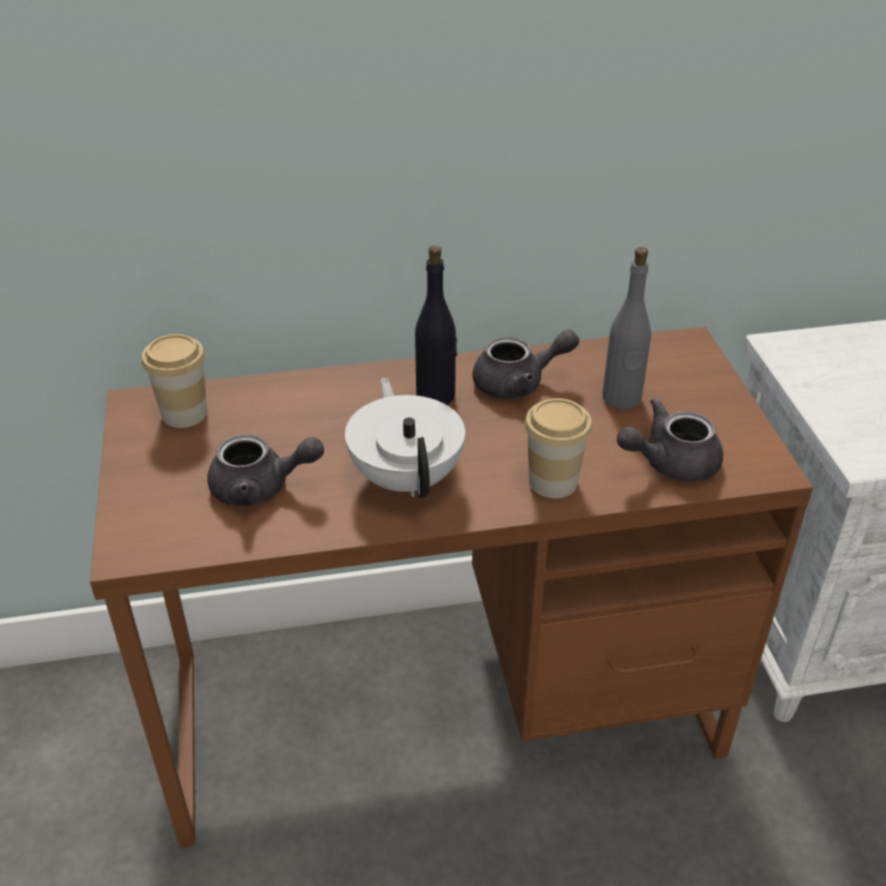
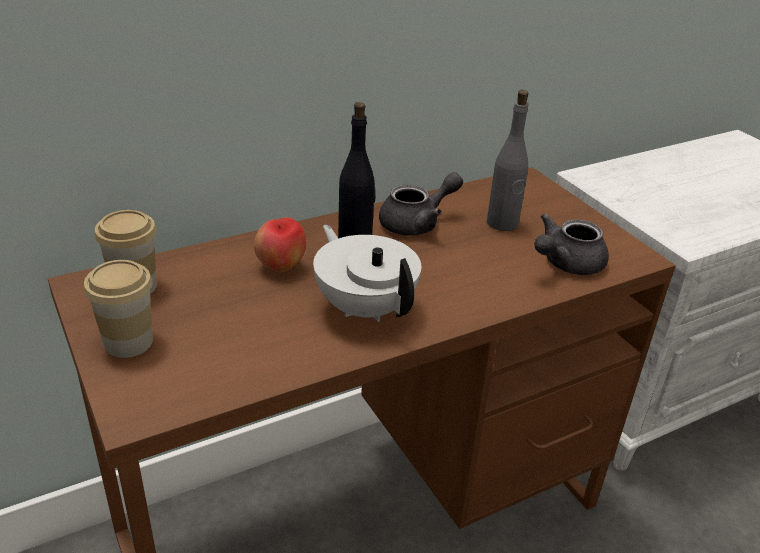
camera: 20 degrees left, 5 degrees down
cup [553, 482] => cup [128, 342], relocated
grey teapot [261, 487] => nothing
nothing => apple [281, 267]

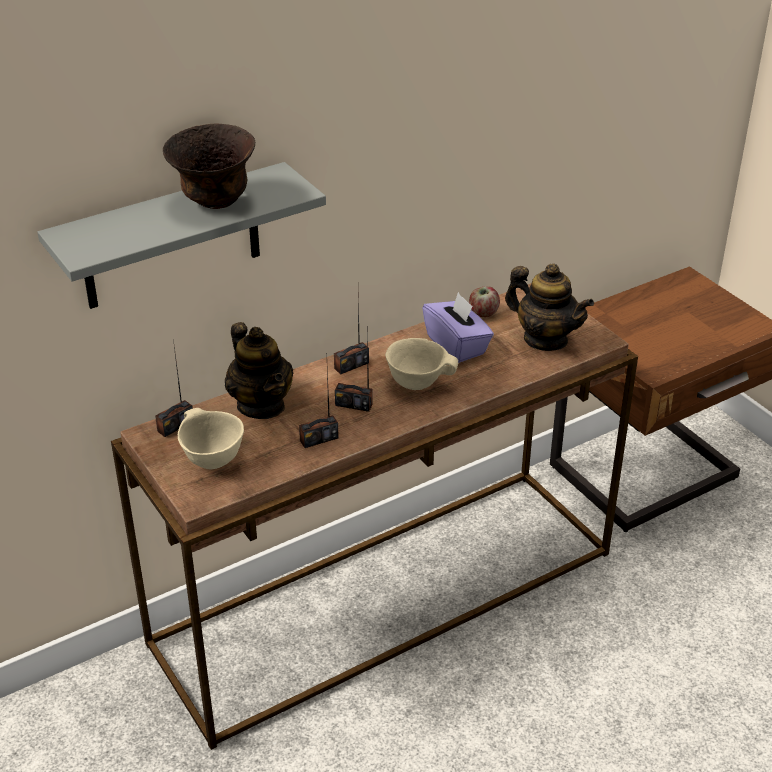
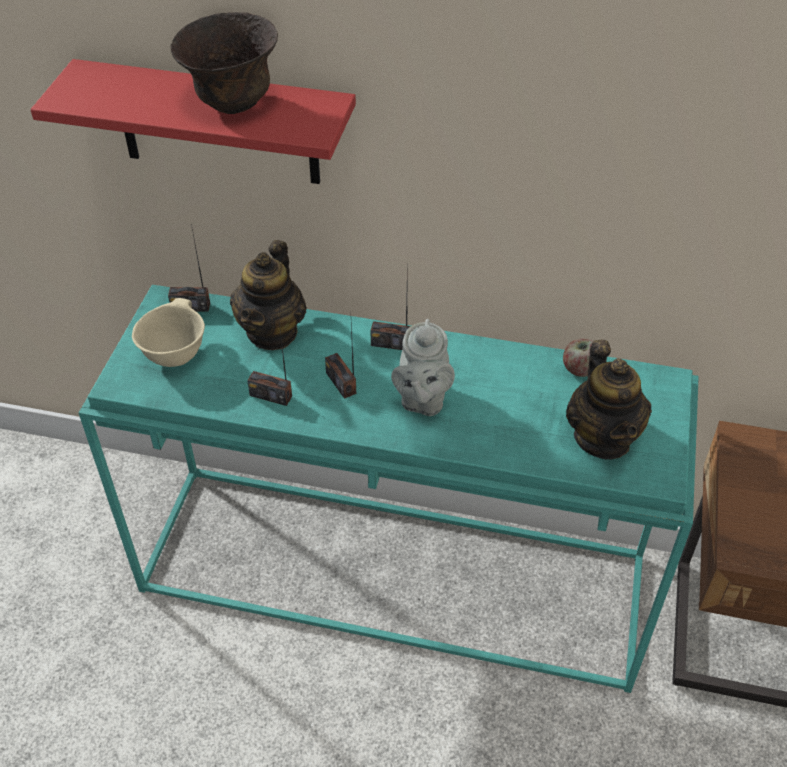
camera: 45 degrees right, 10 degrees up
grey shelf [171, 238] => red shelf [217, 123]
brown console table [386, 594] => turquoise console table [397, 571]
purple tissue box [457, 345] => nothing
beige bowl [417, 382] => grey teapot [422, 399]

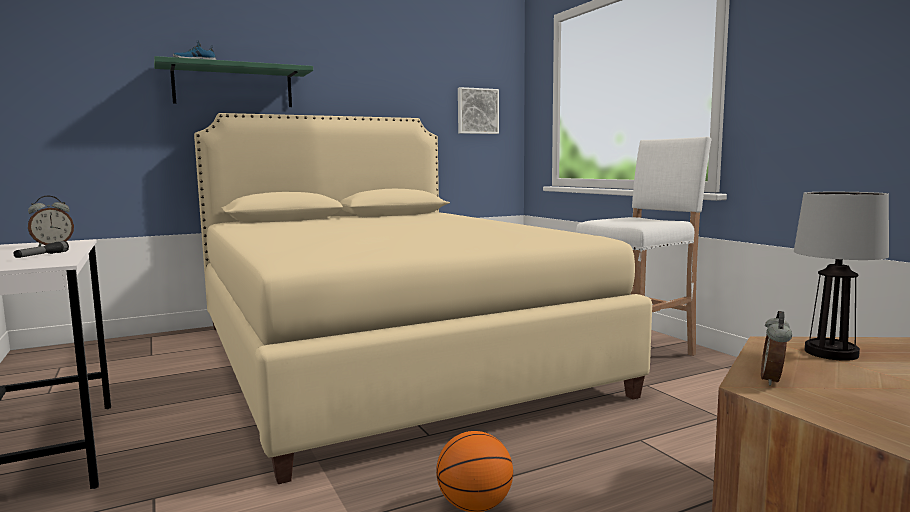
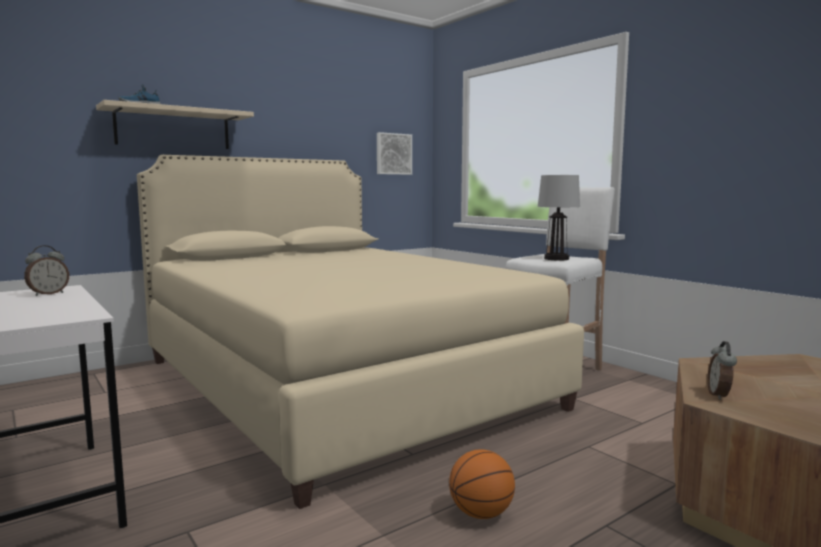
camera: 10 degrees left, 0 degrees up
green shelf [233, 86] => beige shelf [173, 128]
table lamp [832, 353] => table lamp [557, 259], relocated
flashlight [42, 255] => nothing

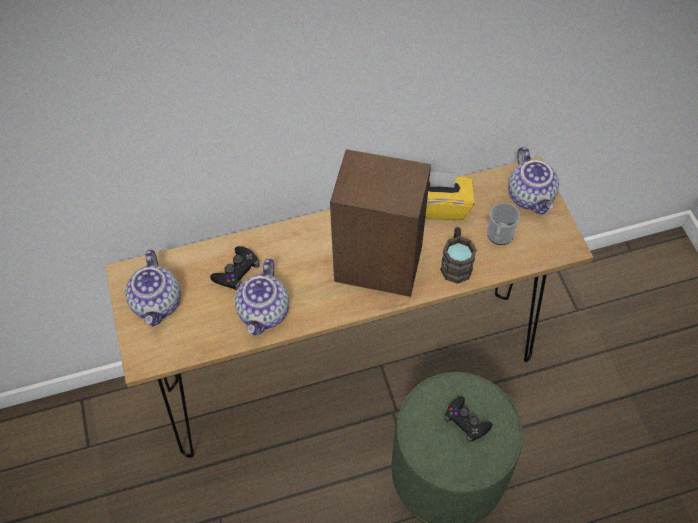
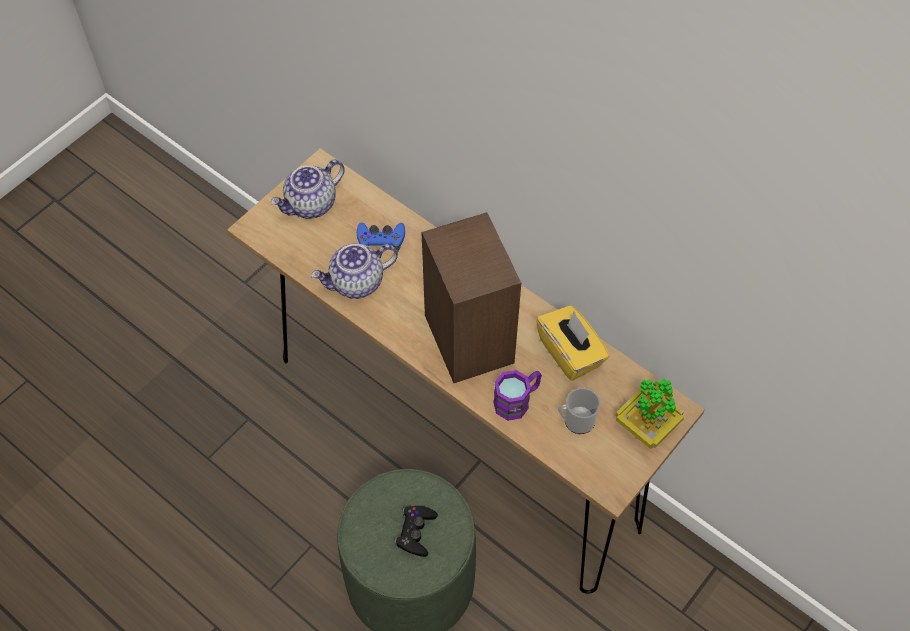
camera: 55 degrees right, 0 degrees up
teapot [531, 196] => potted plant [646, 425]
brown mug [456, 263] => purple mug [517, 400]
black game controller [236, 271] => blue game controller [381, 239]

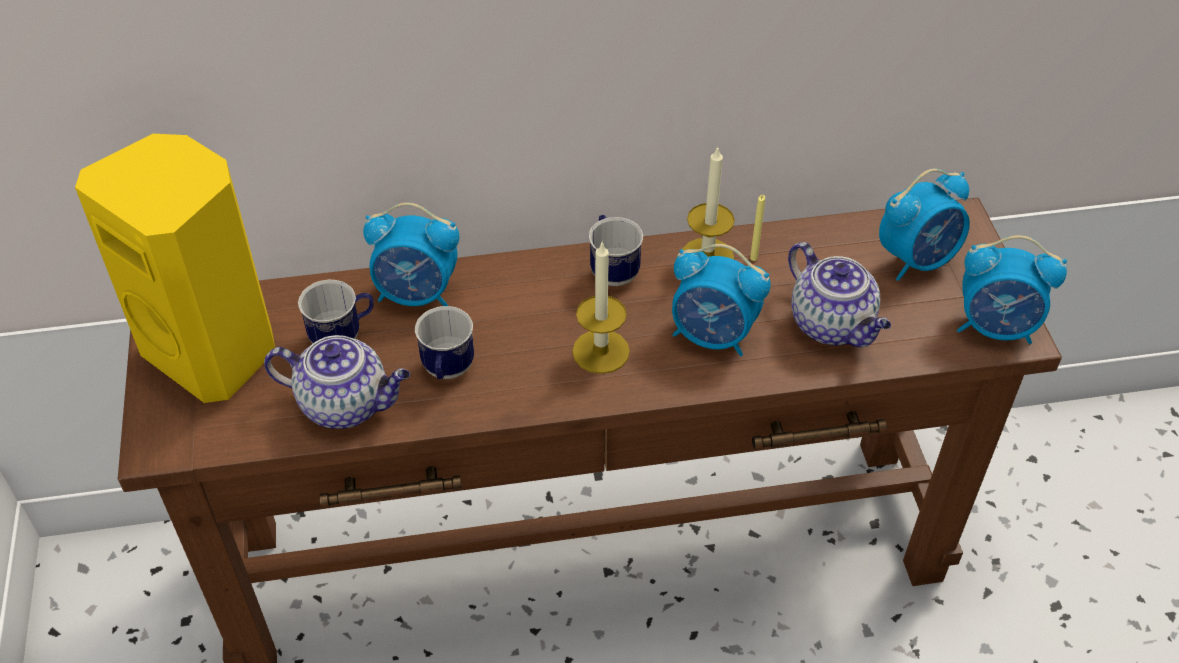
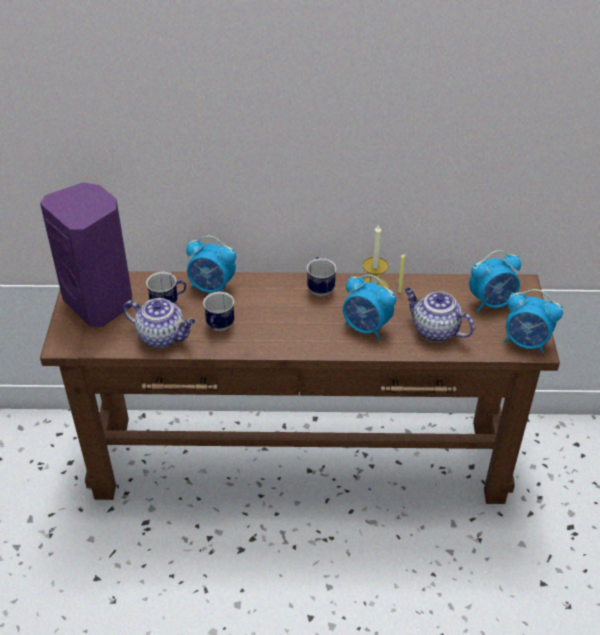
camera: 10 degrees right, 5 degrees down
yellow speaker [215, 351] => purple speaker [101, 303]
teapot [833, 325] => teapot [434, 330], 150 degrees clockwise
candle [601, 351] => nothing

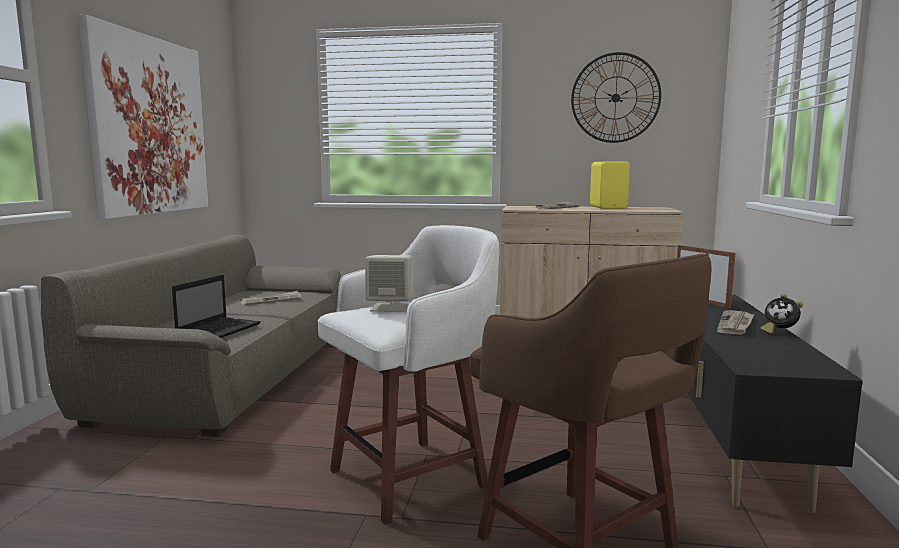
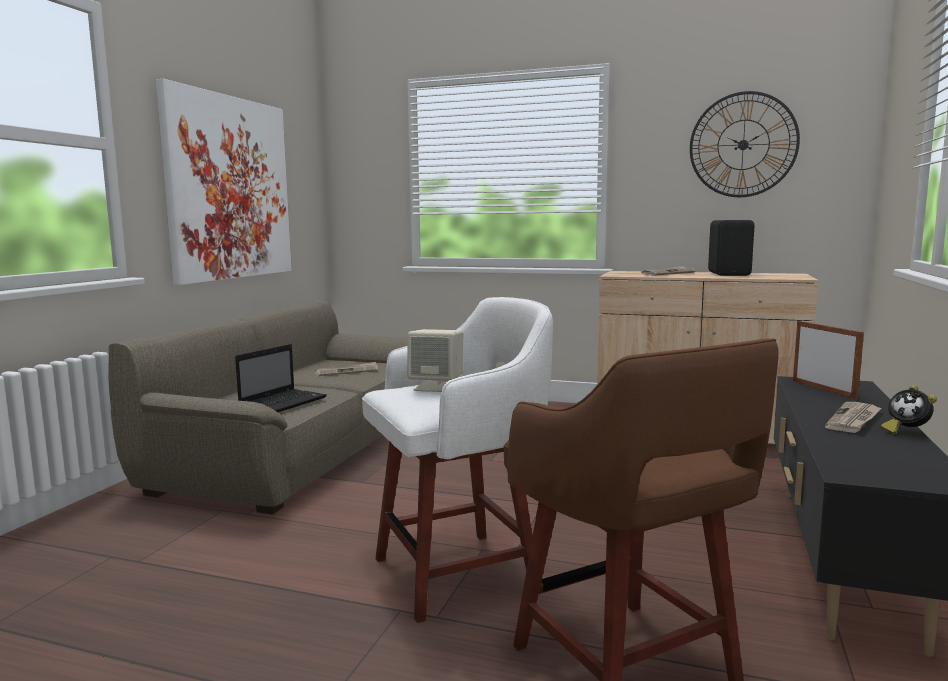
camera: 10 degrees right, 0 degrees up
yellow speaker [609, 208] => black speaker [730, 274]

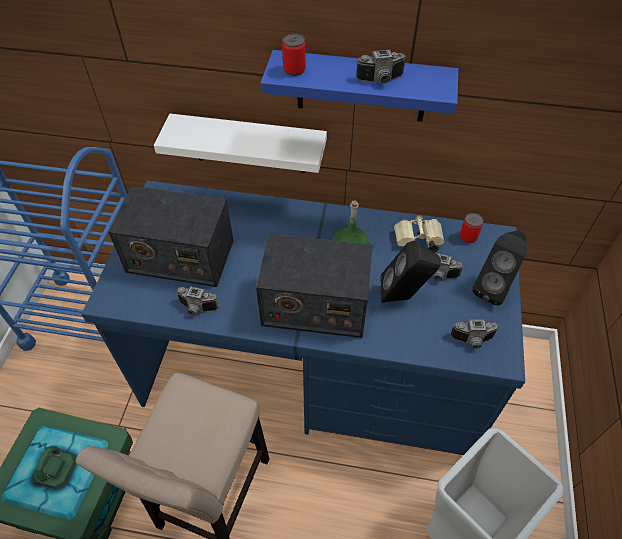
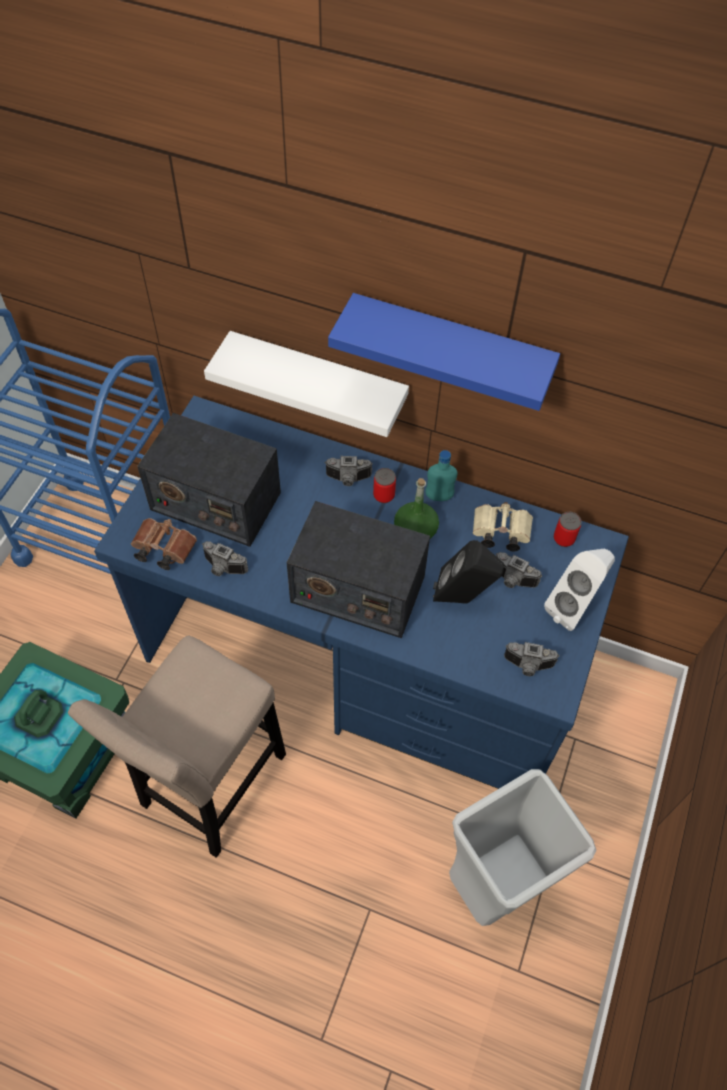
camera: 10 degrees right, 5 degrees up
can [294, 70] => can [384, 495], relocated
photo camera [381, 80] => photo camera [348, 480], relocated
black speaker [493, 287] => white speaker [573, 607]
nothing => turquoise bottle [439, 496]
nothing => brown binoculars [162, 549]

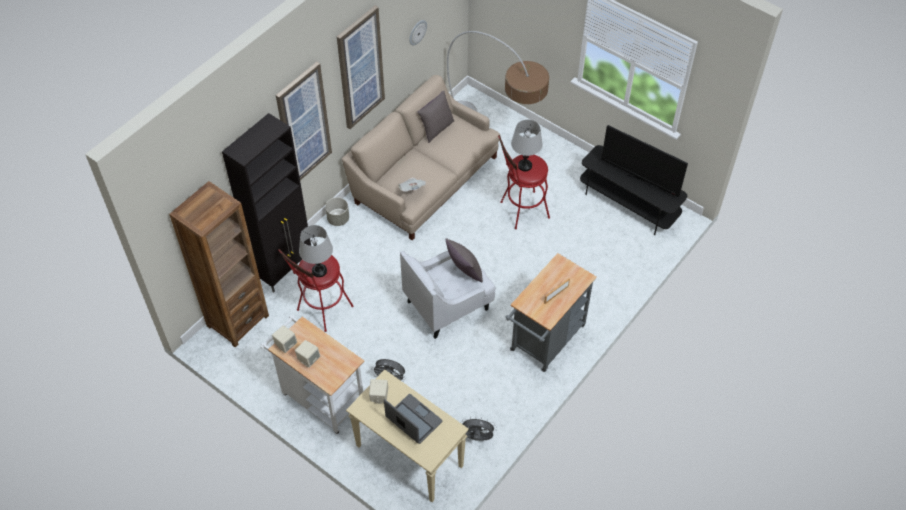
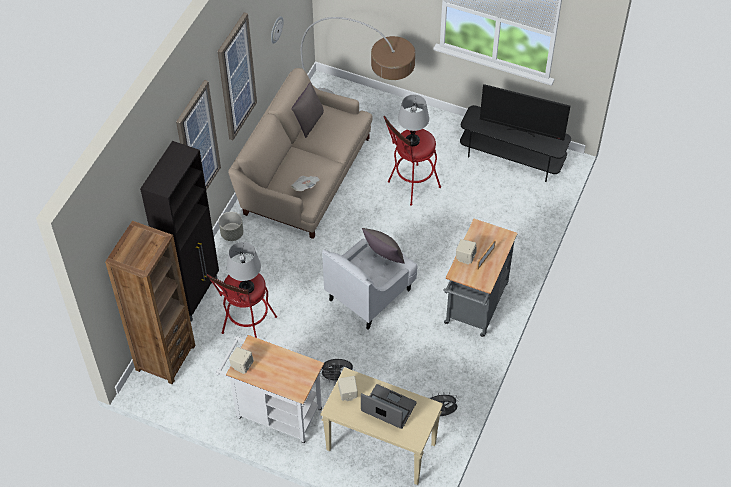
camera: 15 degrees left, 0 degrees up
beige speaker [308, 359] => beige speaker [465, 257], relocated

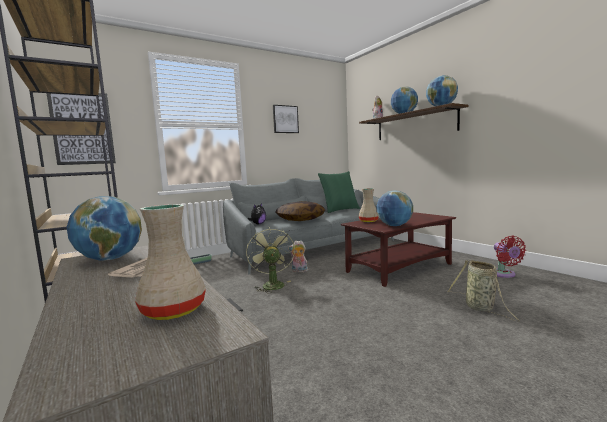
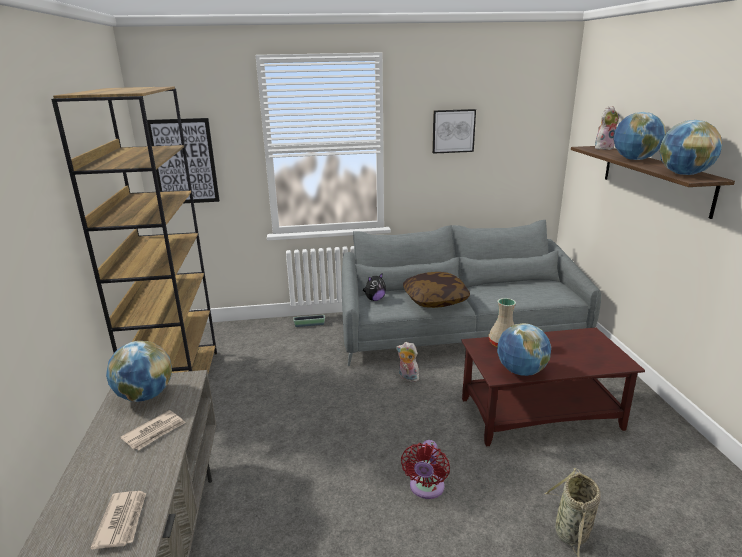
camera: 25 degrees right, 15 degrees up
green pillow [339, 210] => nothing
beige vase [171, 310] => newspaper [122, 520]
green fan [272, 284] => nothing
red fan [504, 274] => red fan [426, 488], relocated

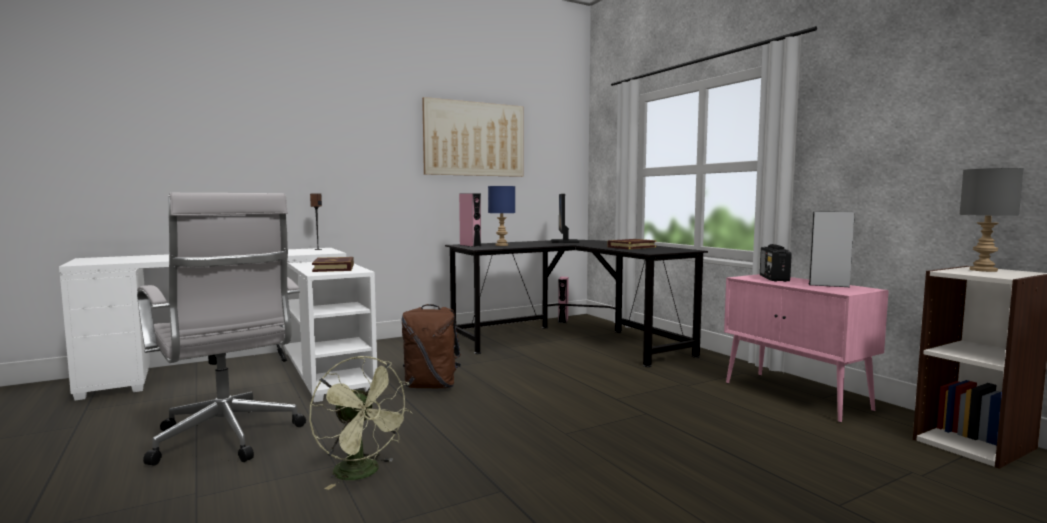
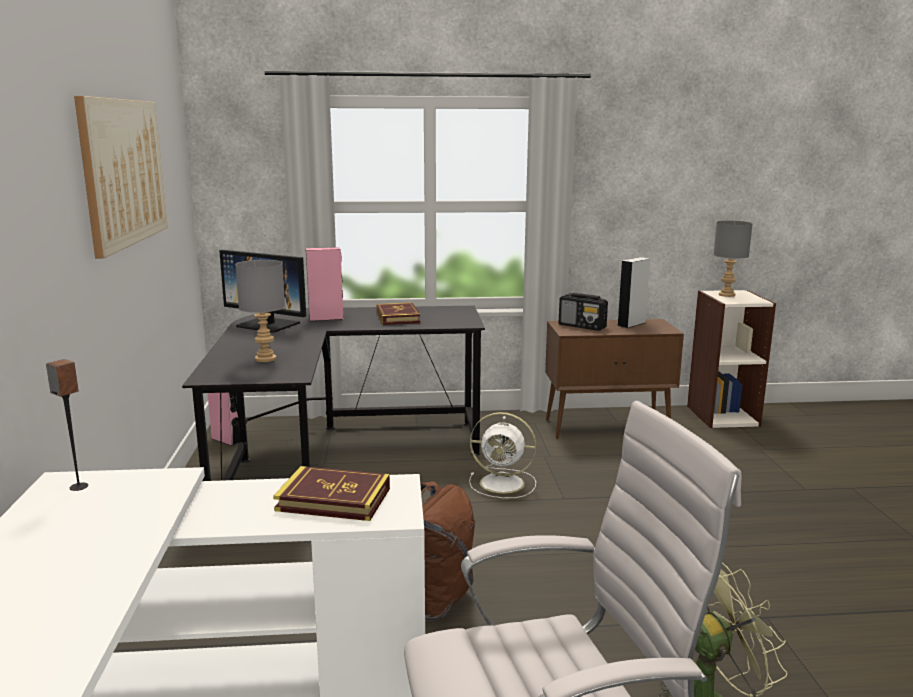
camera: 65 degrees left, 10 degrees up
blue table lamp [501, 245] => grey table lamp [265, 359]
pink speaker [470, 245] => pink speaker [326, 318], relocated
pink cabinet [796, 396] => brown cabinet [608, 427]
nothing => white fan [504, 483]

